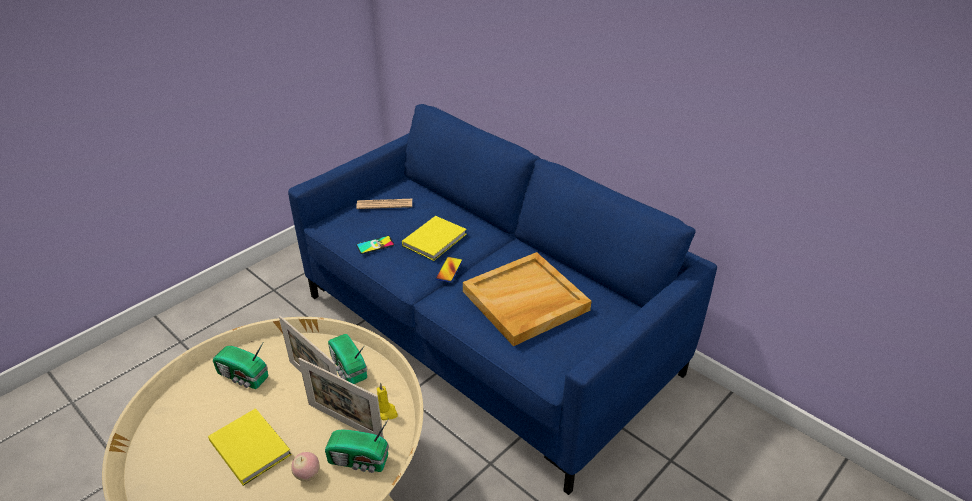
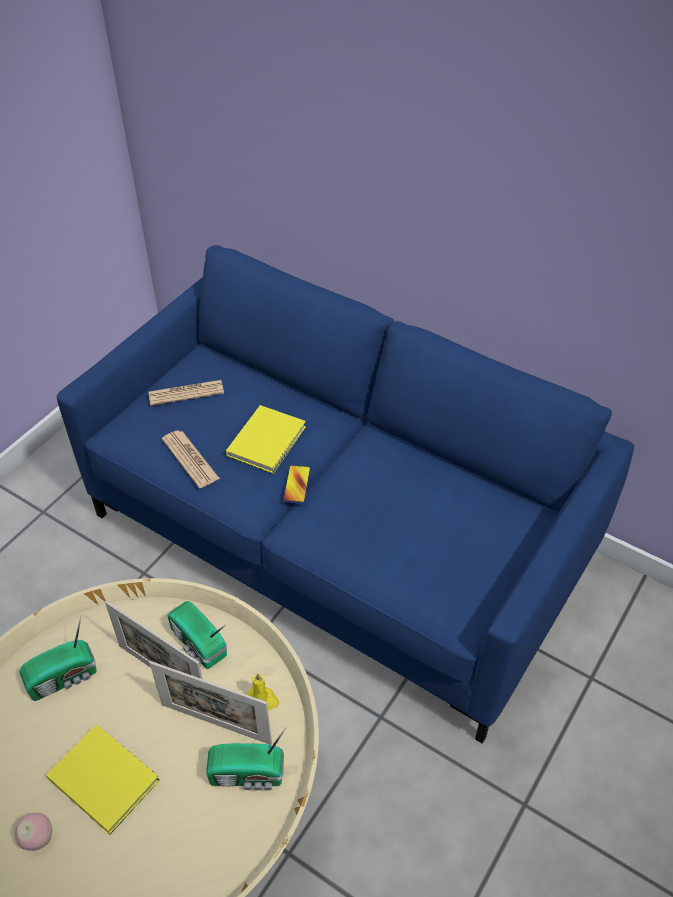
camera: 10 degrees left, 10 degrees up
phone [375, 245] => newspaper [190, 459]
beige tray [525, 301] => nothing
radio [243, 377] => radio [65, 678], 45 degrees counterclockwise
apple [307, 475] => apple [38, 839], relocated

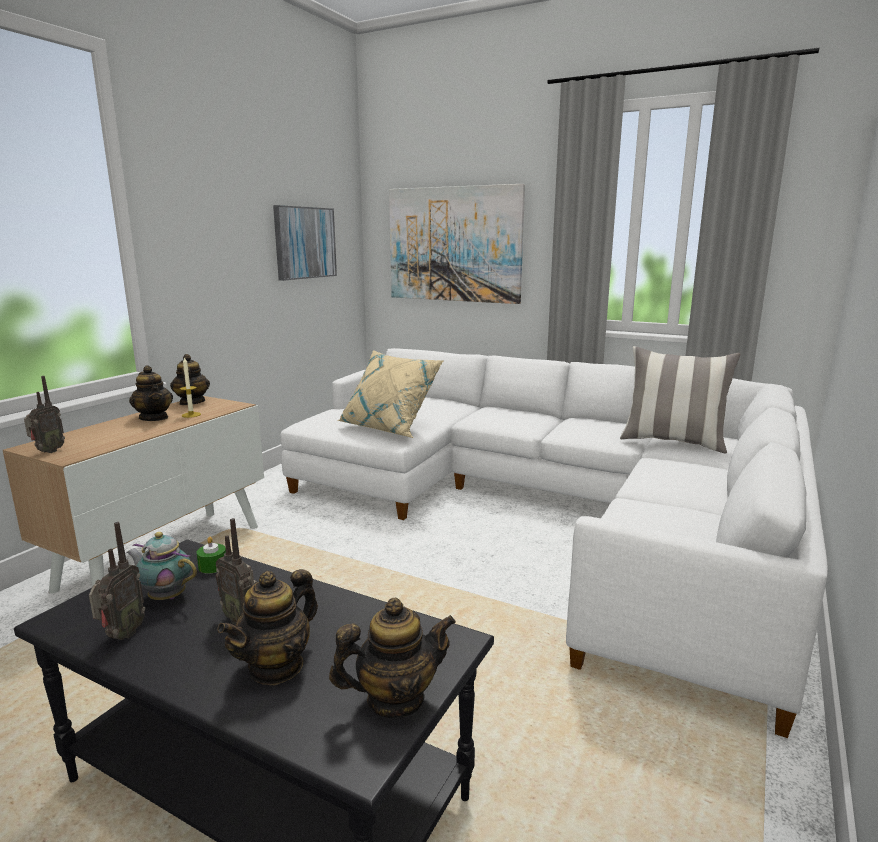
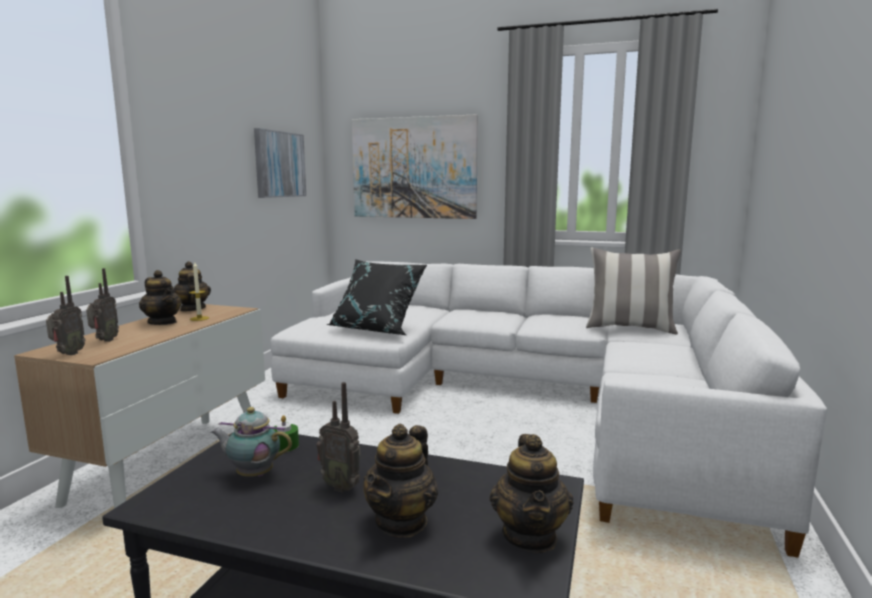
camera: 10 degrees left, 5 degrees down
beige pillow [390, 428] => black pillow [377, 329]
radio [121, 635] => radio [104, 341], relocated
teapot [395, 699] => teapot [530, 536], 120 degrees clockwise

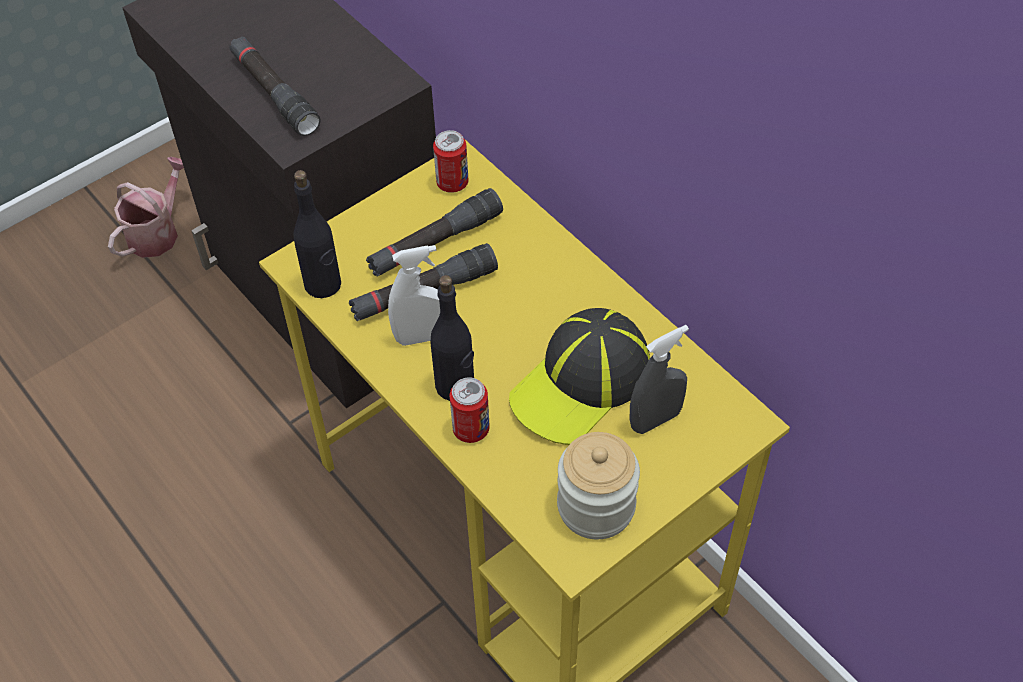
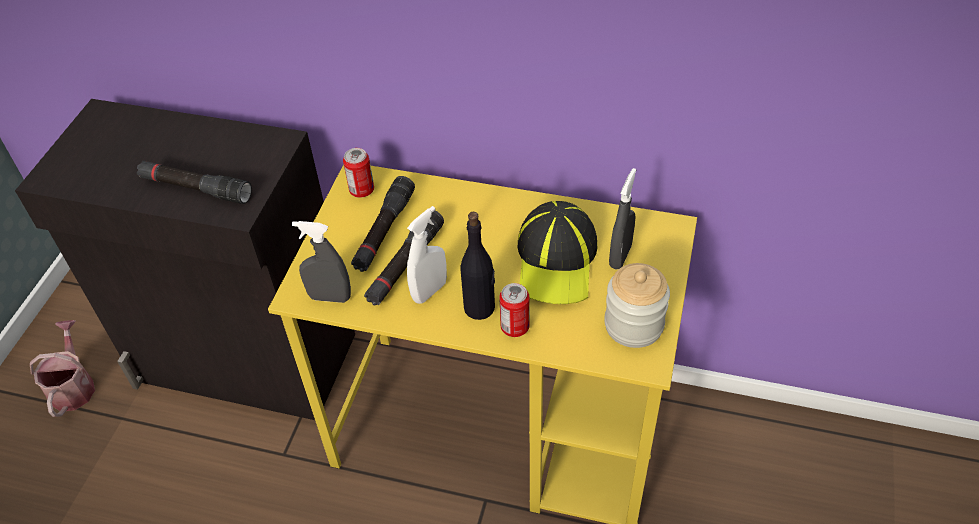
camera: 35 degrees left, 5 degrees down
black bottle [323, 284] => grey spray bottle [330, 297]

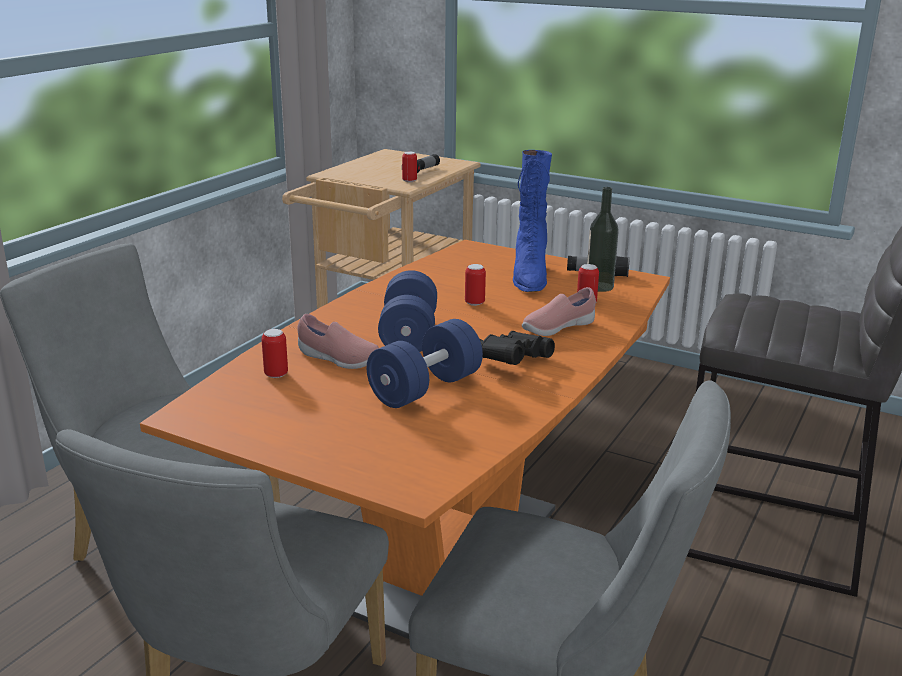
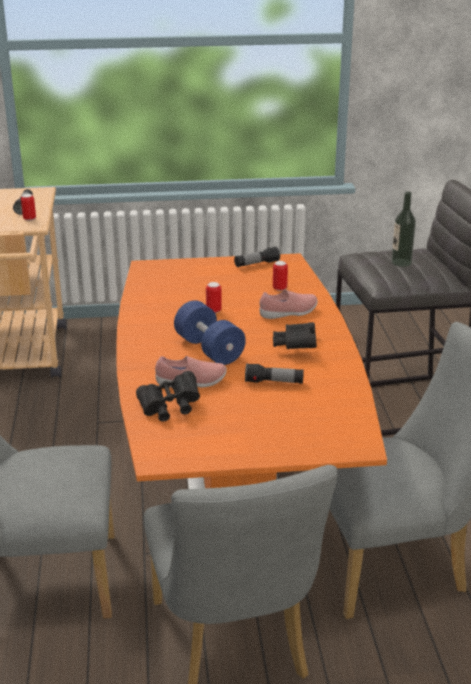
camera: 35 degrees left, 5 degrees up
blue boot [529, 276] => nothing
bottle [599, 287] => bottle [401, 262], relocated
pink shoe [557, 328] => pink shoe [288, 313], 135 degrees counterclockwise
blue dumbbell [425, 389] => flashlight [274, 382]
can [276, 374] => black binoculars [169, 408]

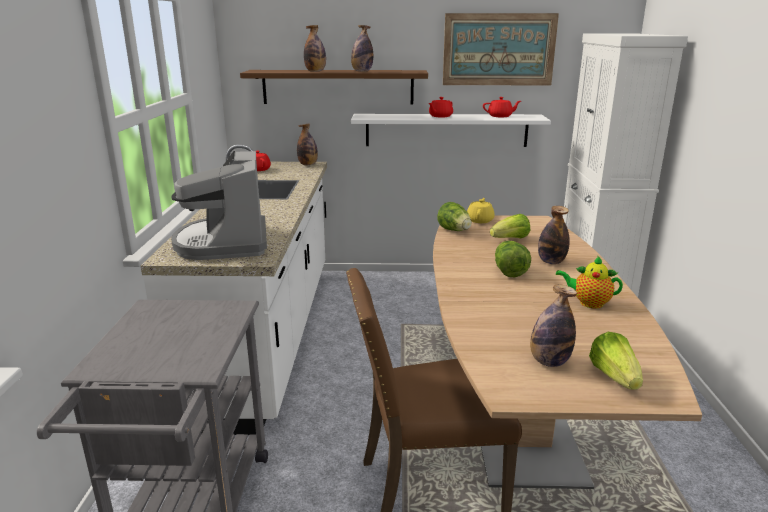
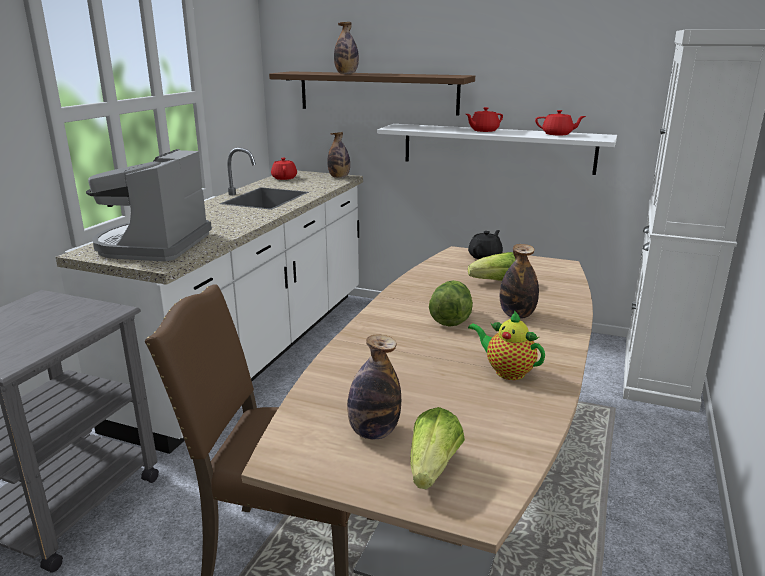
camera: 20 degrees right, 0 degrees up
picture [498, 49] => nothing
bottle [362, 71] => nothing
yellow teapot [480, 220] => black teapot [485, 256]
lettuce [454, 231] => nothing

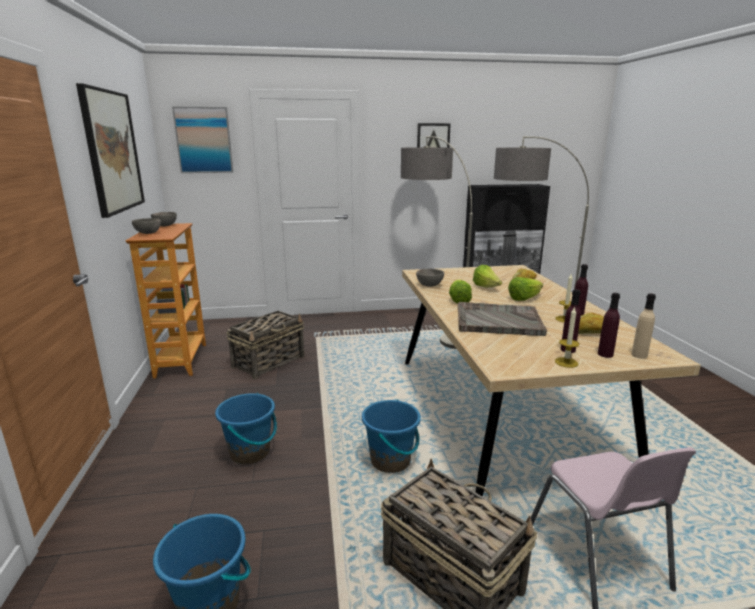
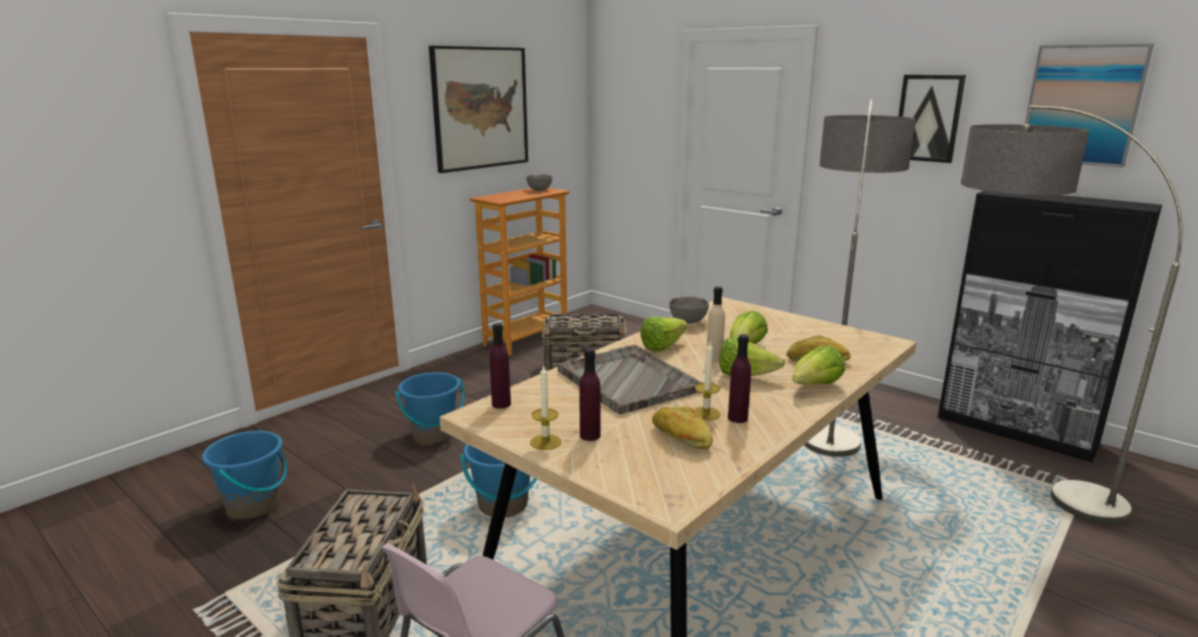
camera: 50 degrees right, 0 degrees up
picture [204, 140] => picture [1082, 105], relocated
grey bowl [148, 233] => nothing
purple bottle [605, 354] => purple bottle [501, 404], relocated
beige bottle [639, 355] => beige bottle [714, 357], relocated
nothing => lettuce [815, 386]

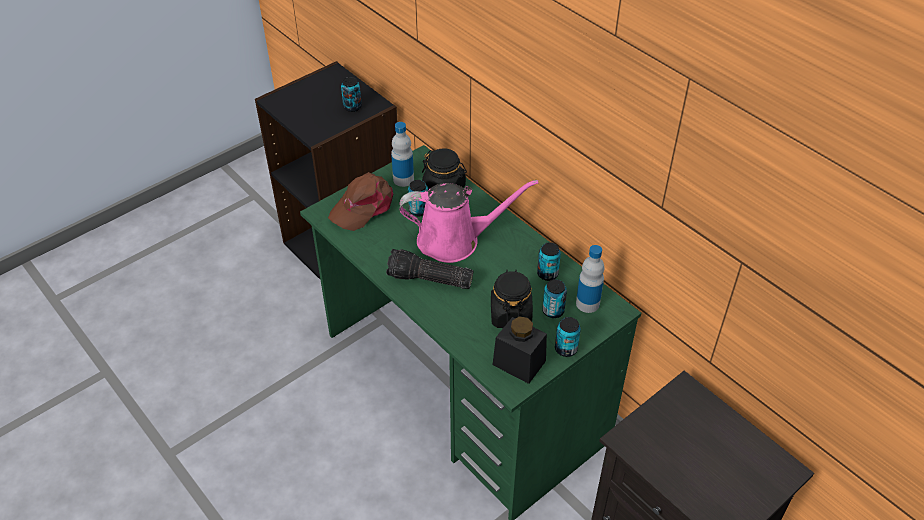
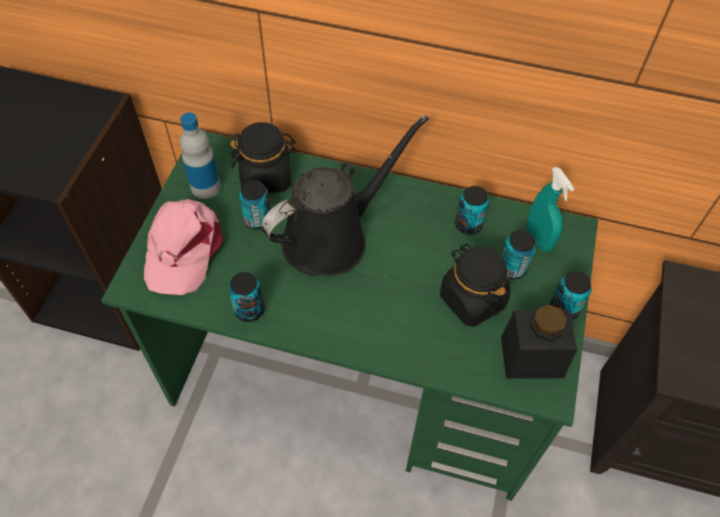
camera: 35 degrees left, 10 degrees up
can [352, 107] => can [249, 310], relocated
brown cap [363, 206] => pink cap [183, 249]
pink watering can [455, 240] => black watering can [332, 237]
bottle [587, 303] => turquoise spray bottle [539, 238]
flashlight [429, 280] => nothing

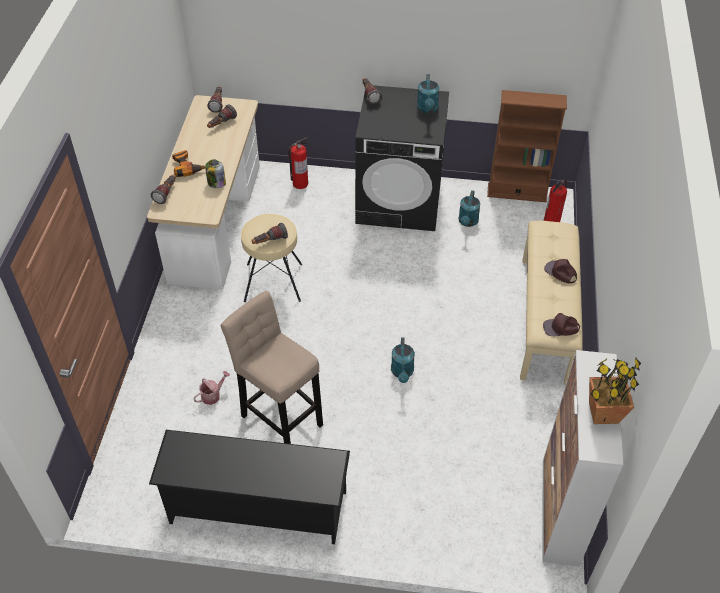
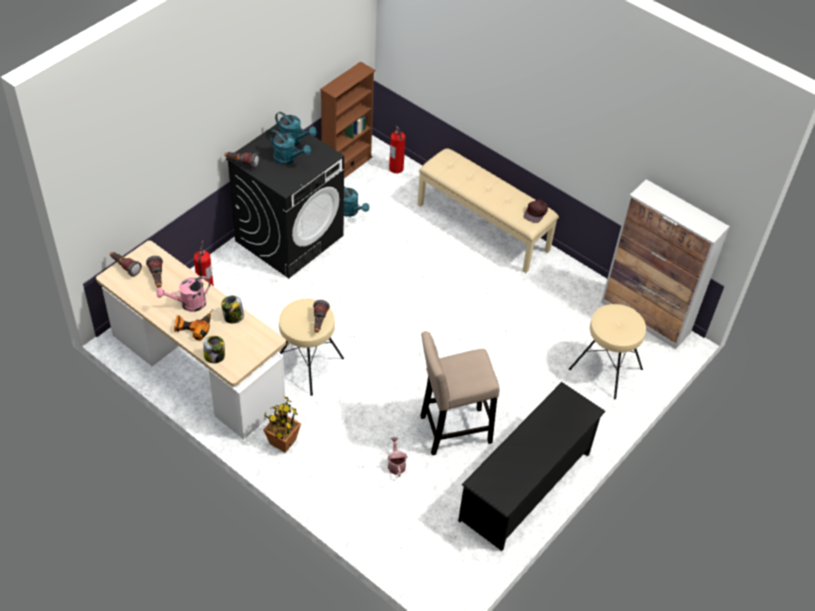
camera: 60 degrees left, 0 degrees up
flashlight [167, 193] => jar [215, 356]
brown cap [560, 273] => nothing
turquoise watering can [402, 373] => turquoise watering can [288, 159], relocated
potted plant [603, 413] => potted plant [282, 442], relocated
nothing => pink watering can [188, 304]
nothing => beige stool [605, 369]

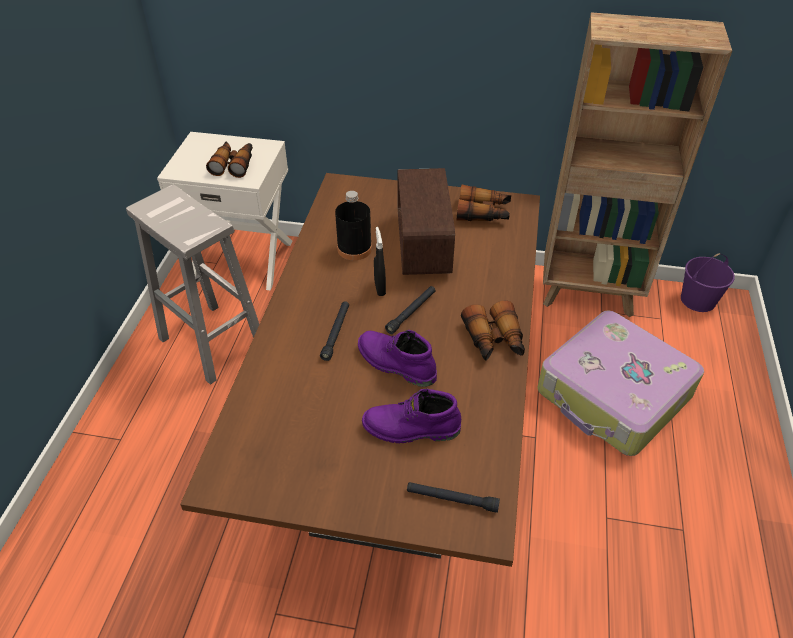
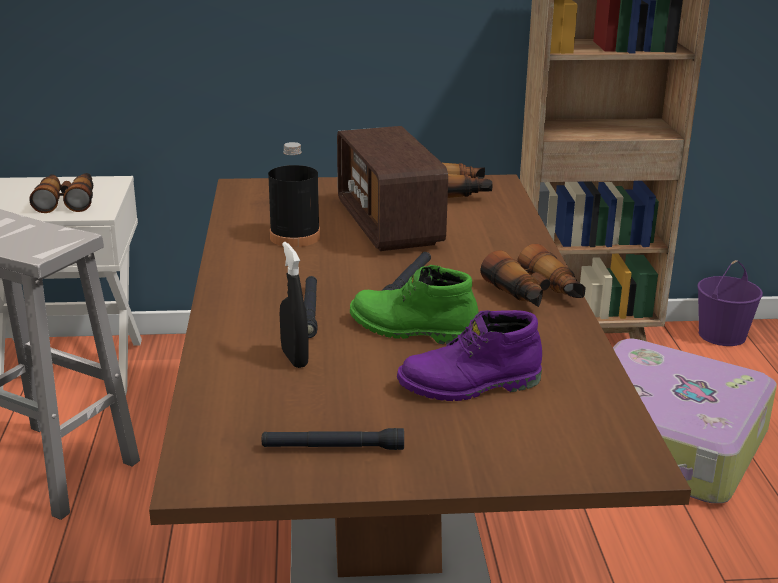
camera: 15 degrees left, 20 degrees down
black spray bottle [380, 288] => black spray bottle [294, 358], relocated
purple boot [395, 364] => green boot [411, 330]
black flashlight [452, 499] => black flashlight [333, 448], relocated

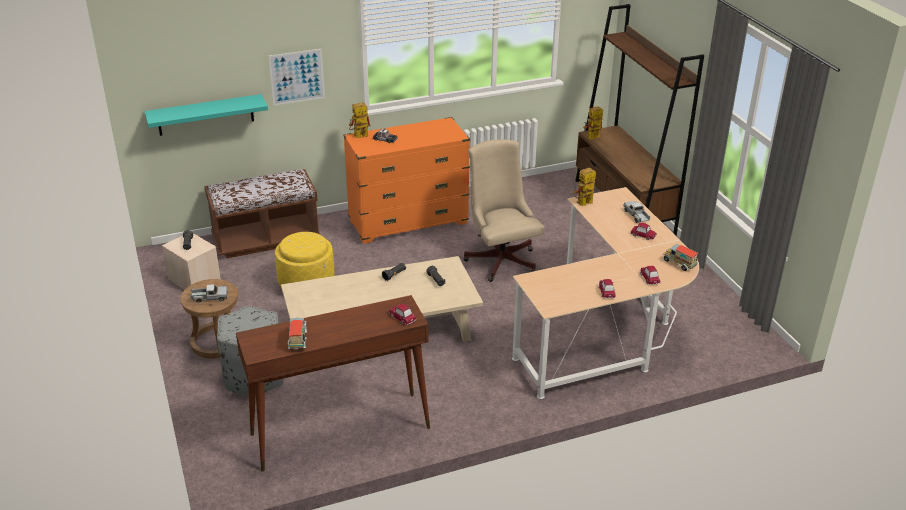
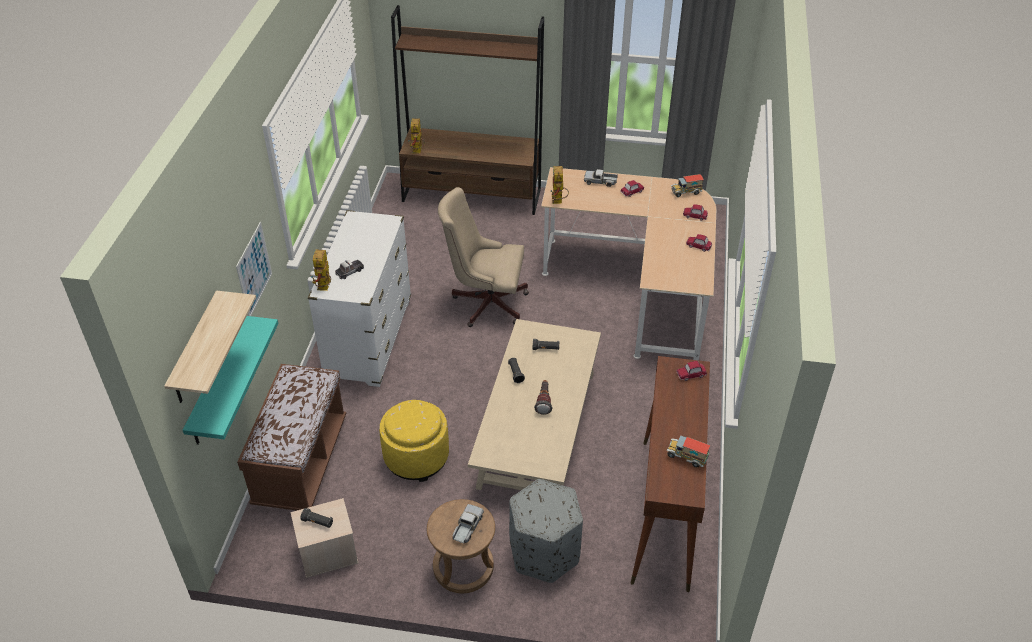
camera: 60 degrees left, 10 degrees up
orange dresser [408, 222] => white dresser [369, 338]
nothing => shelf [195, 350]
nothing => flashlight [544, 401]

